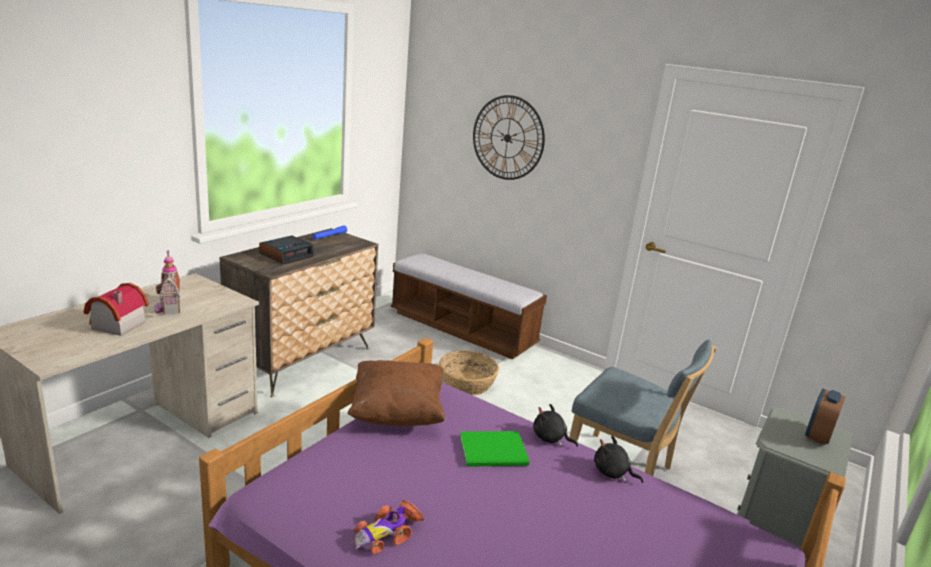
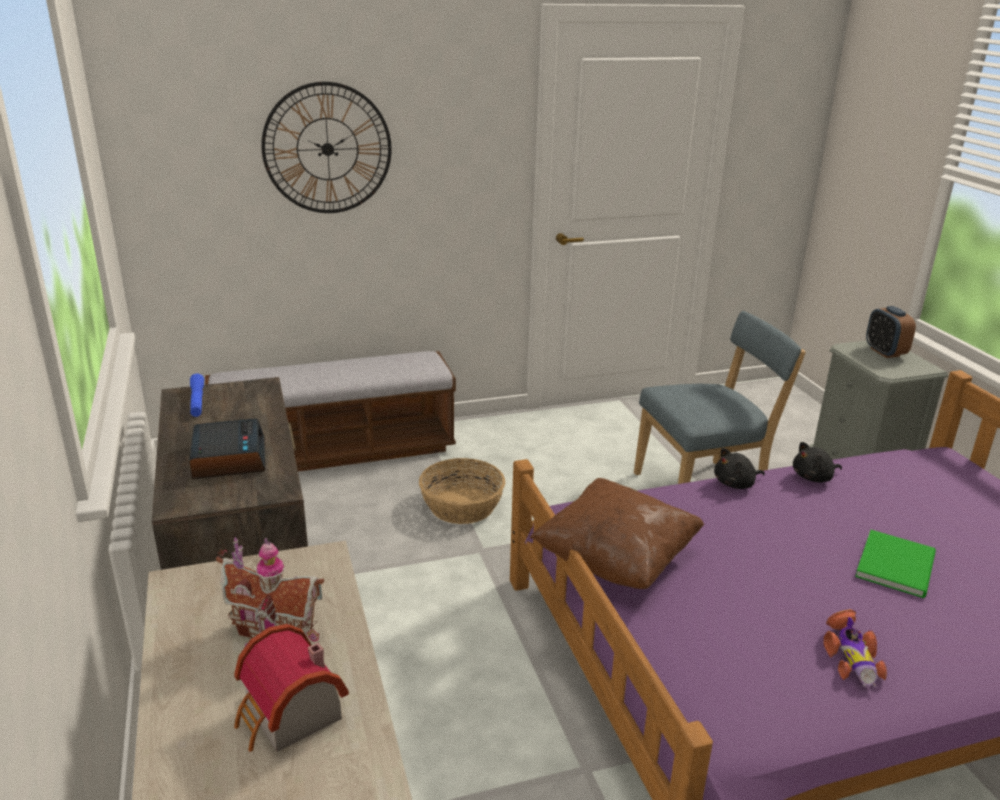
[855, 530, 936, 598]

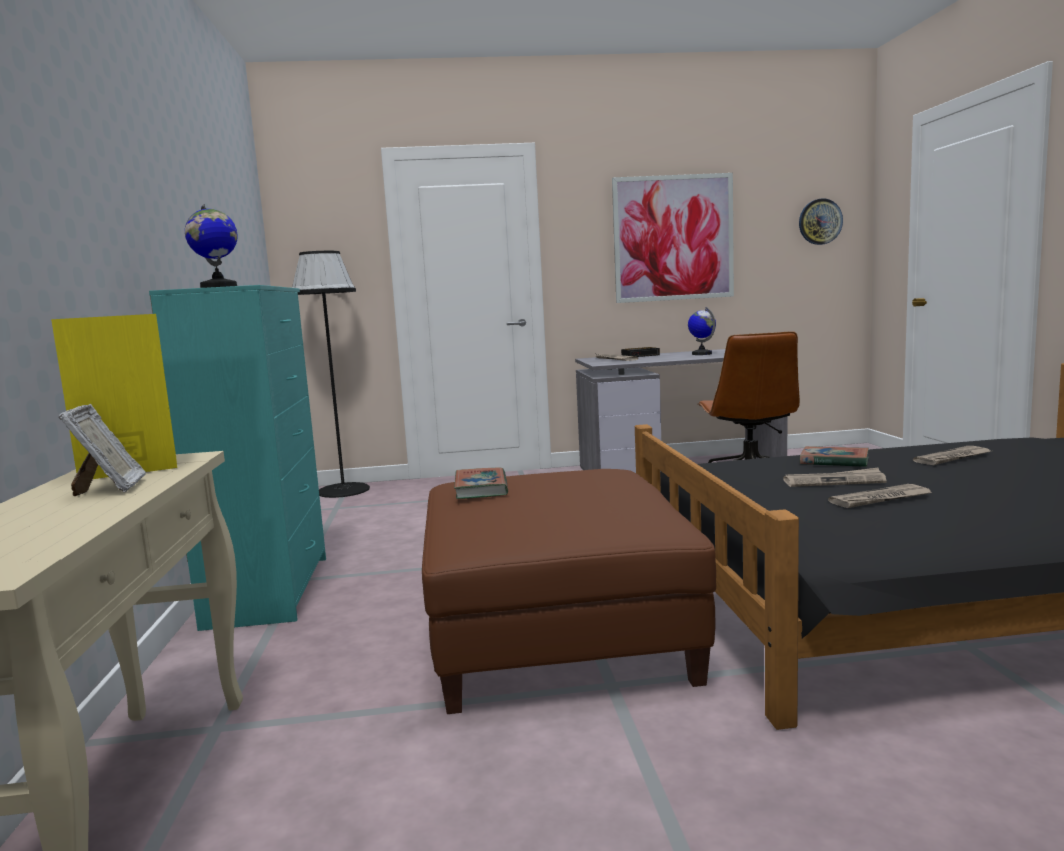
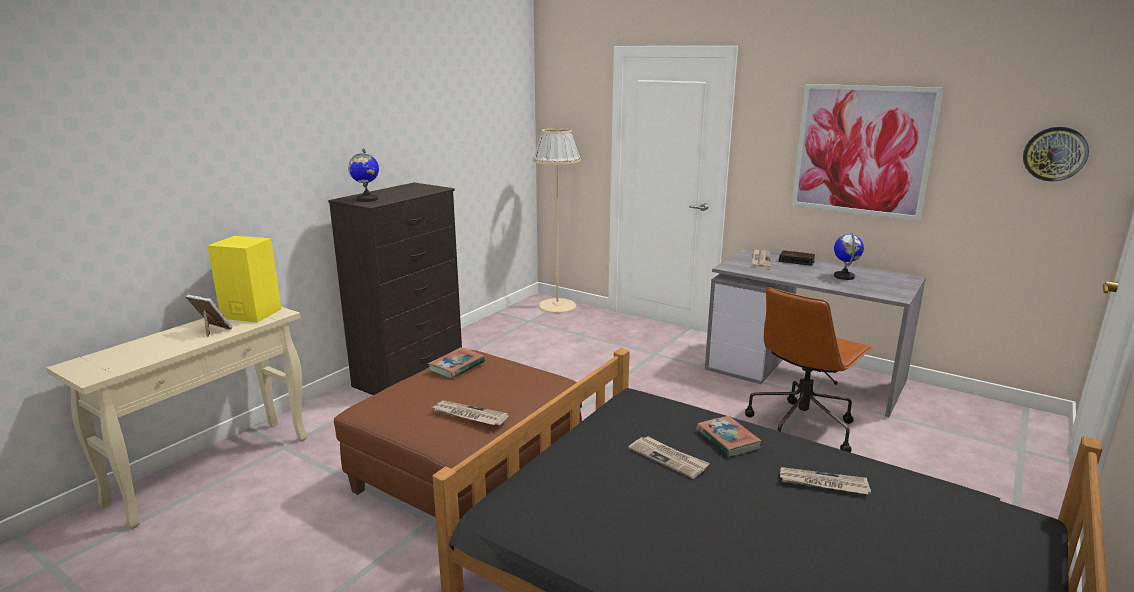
[432, 401, 509, 425]
[328, 182, 462, 395]
[533, 128, 581, 313]
[185, 294, 233, 336]

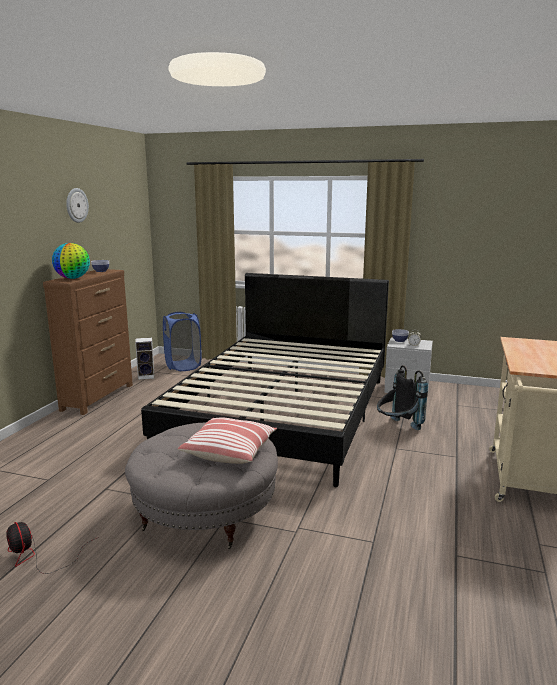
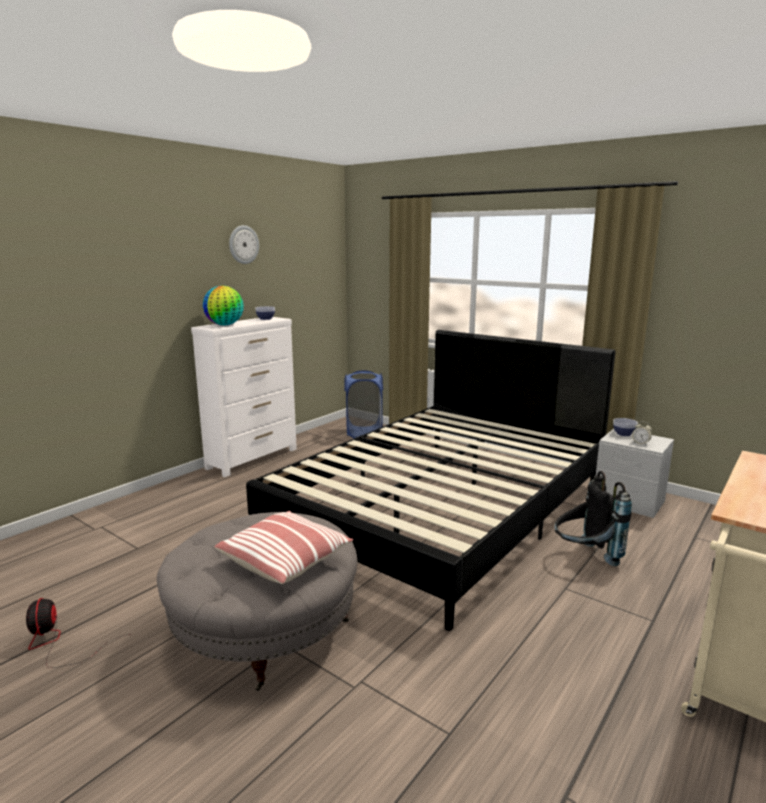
[135, 338, 154, 380] (first image)
[191, 317, 297, 477]

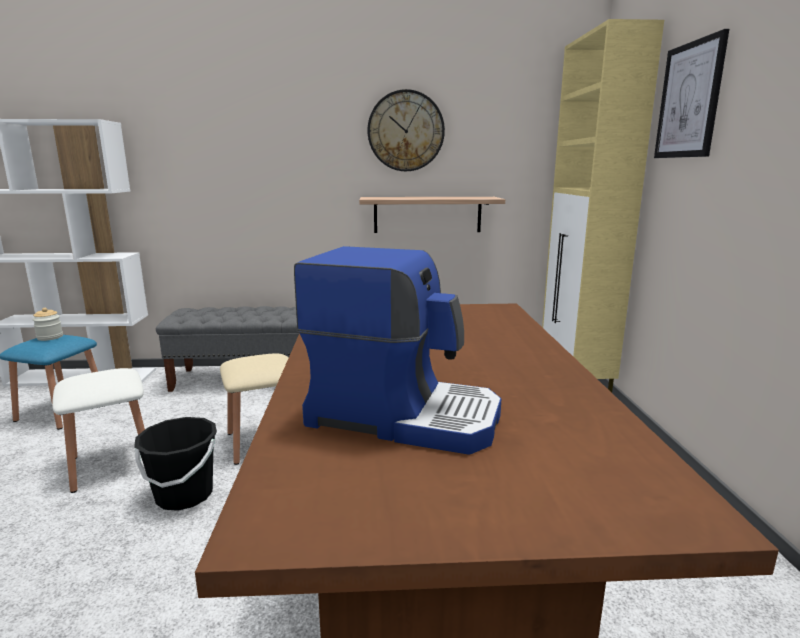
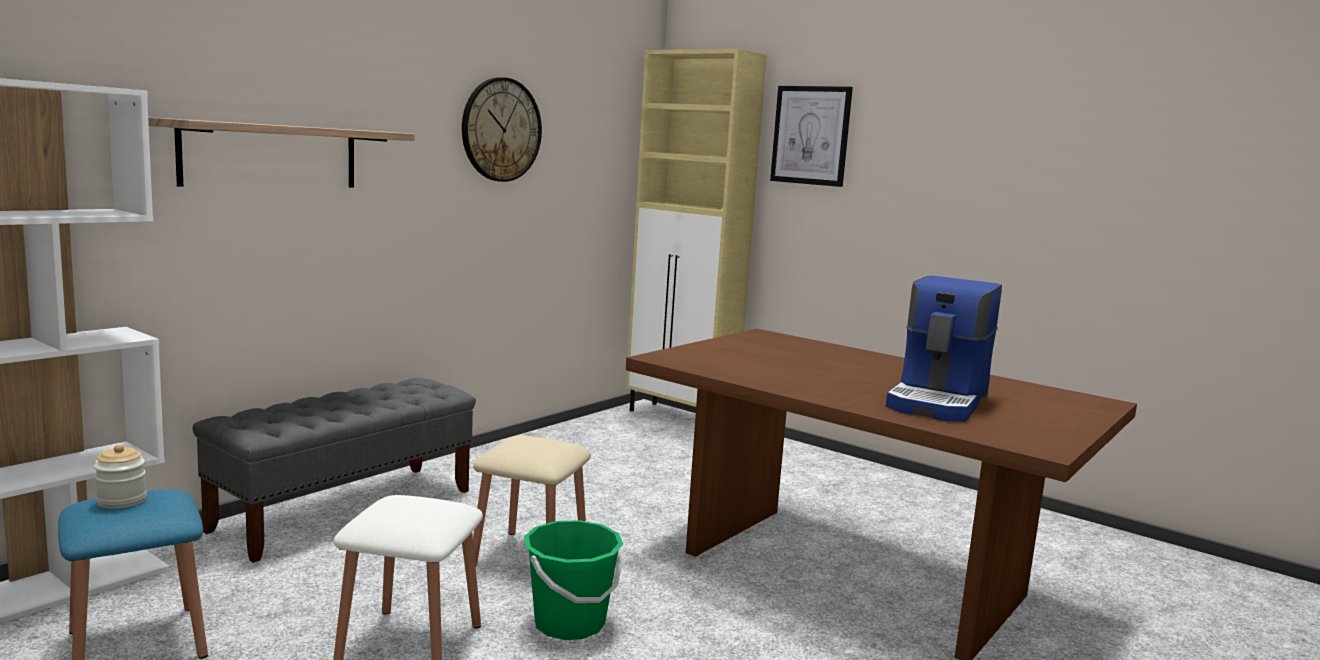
[148, 117, 415, 187]
[524, 520, 623, 640]
[886, 275, 1002, 422]

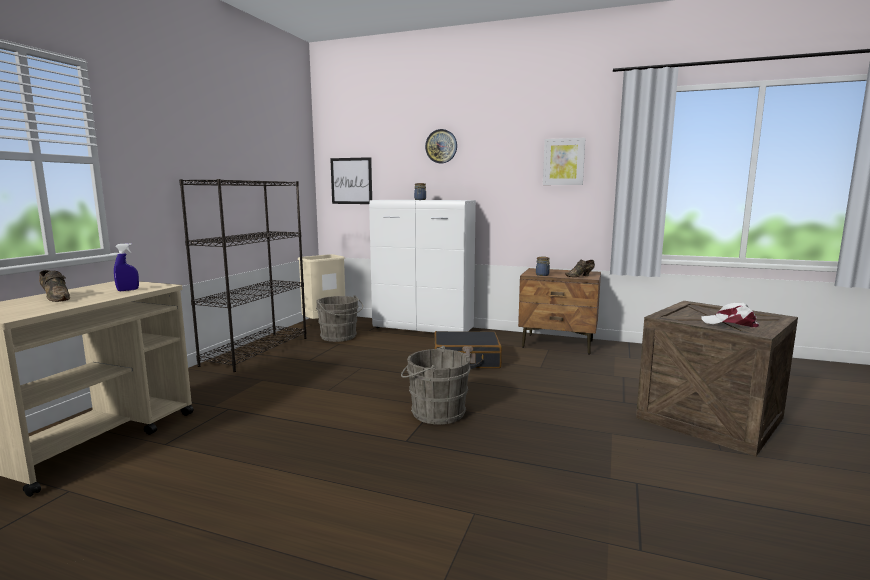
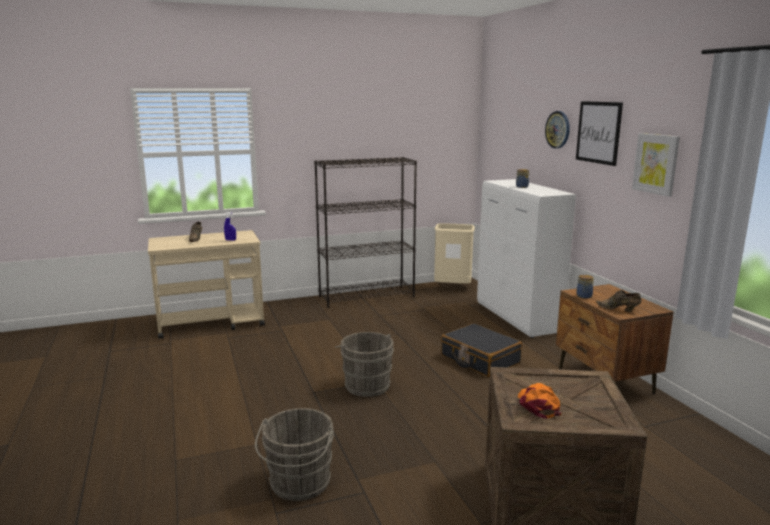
[255, 408, 334, 501]
[576, 101, 623, 166]
[518, 383, 562, 419]

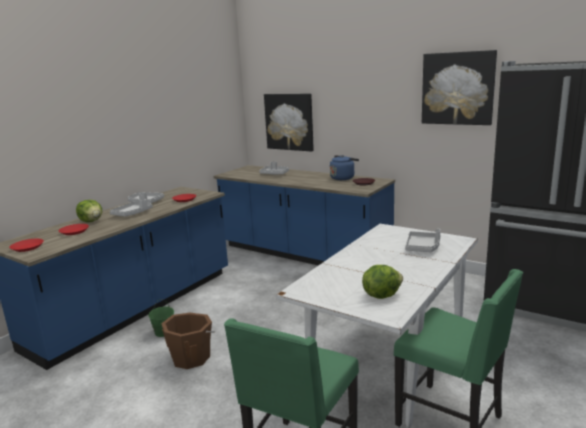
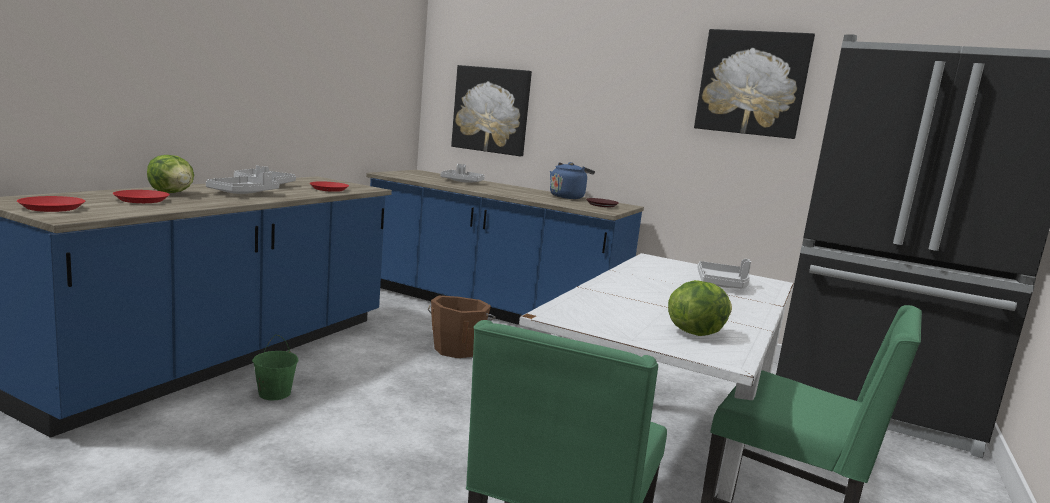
[428, 296, 495, 358]

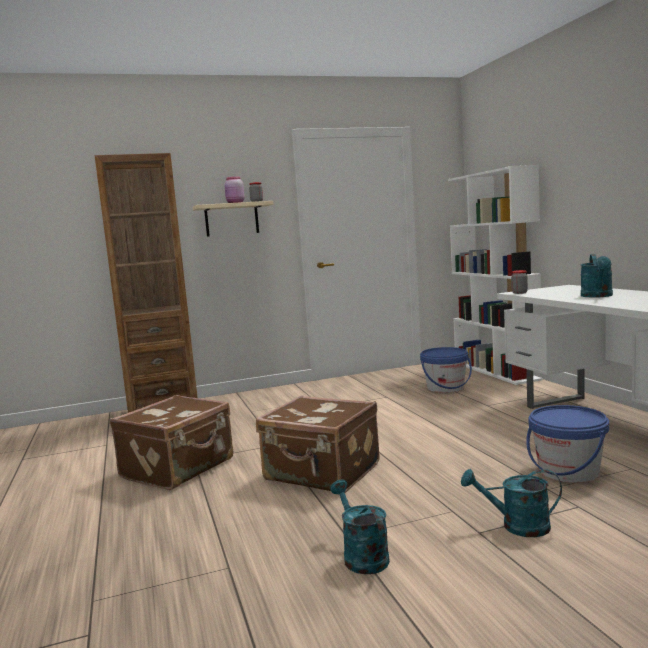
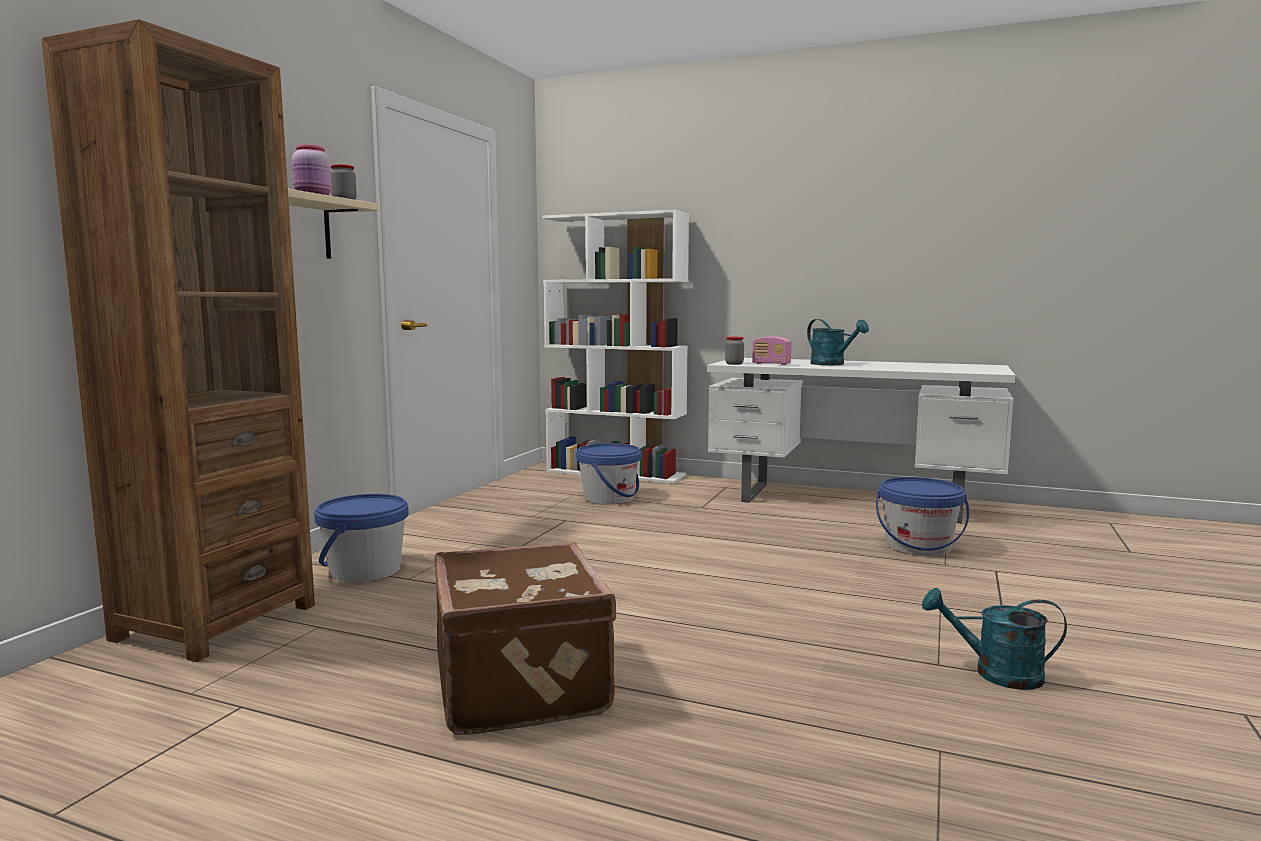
[256, 395, 380, 493] (first image)
[461, 469, 562, 537] (first image)
[314, 494, 409, 583]
[752, 337, 791, 365]

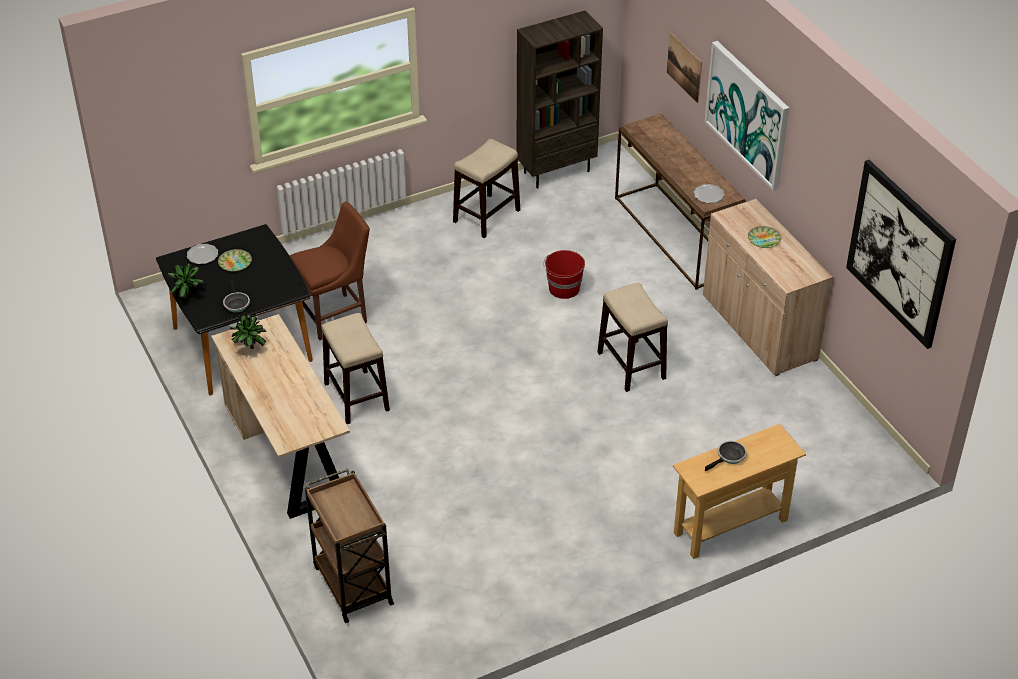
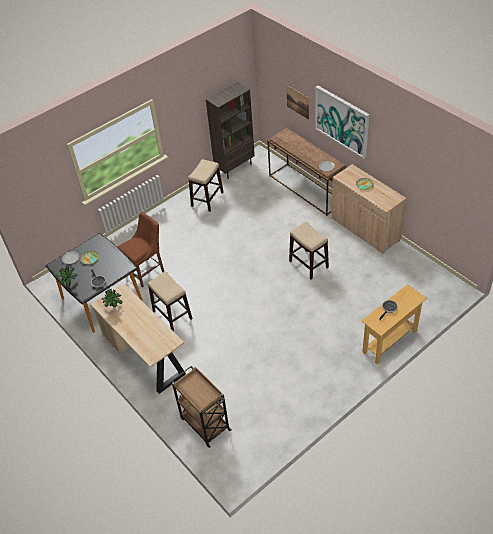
[543, 250, 585, 299] (first image)
[846, 160, 956, 349] (first image)

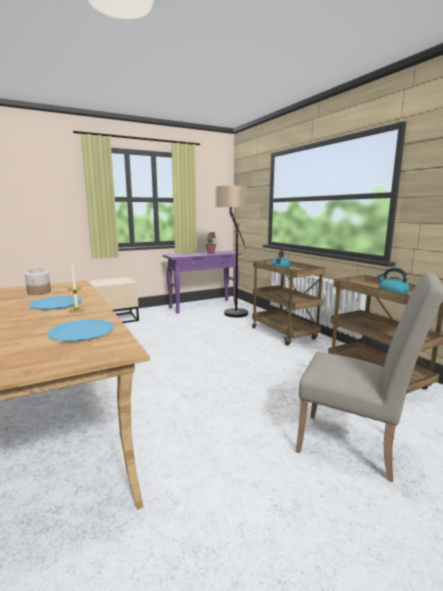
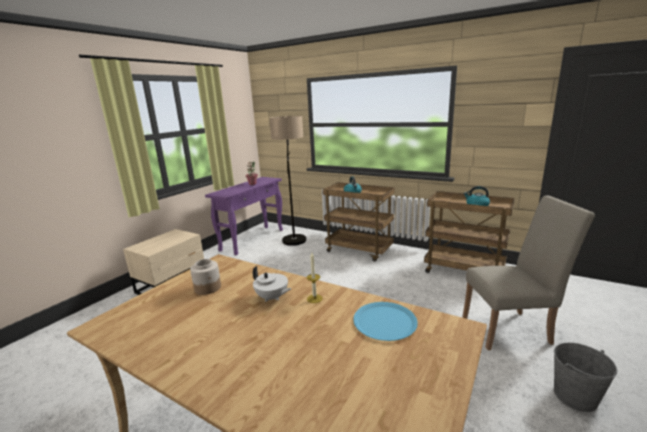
[554, 343, 617, 412]
[253, 266, 291, 302]

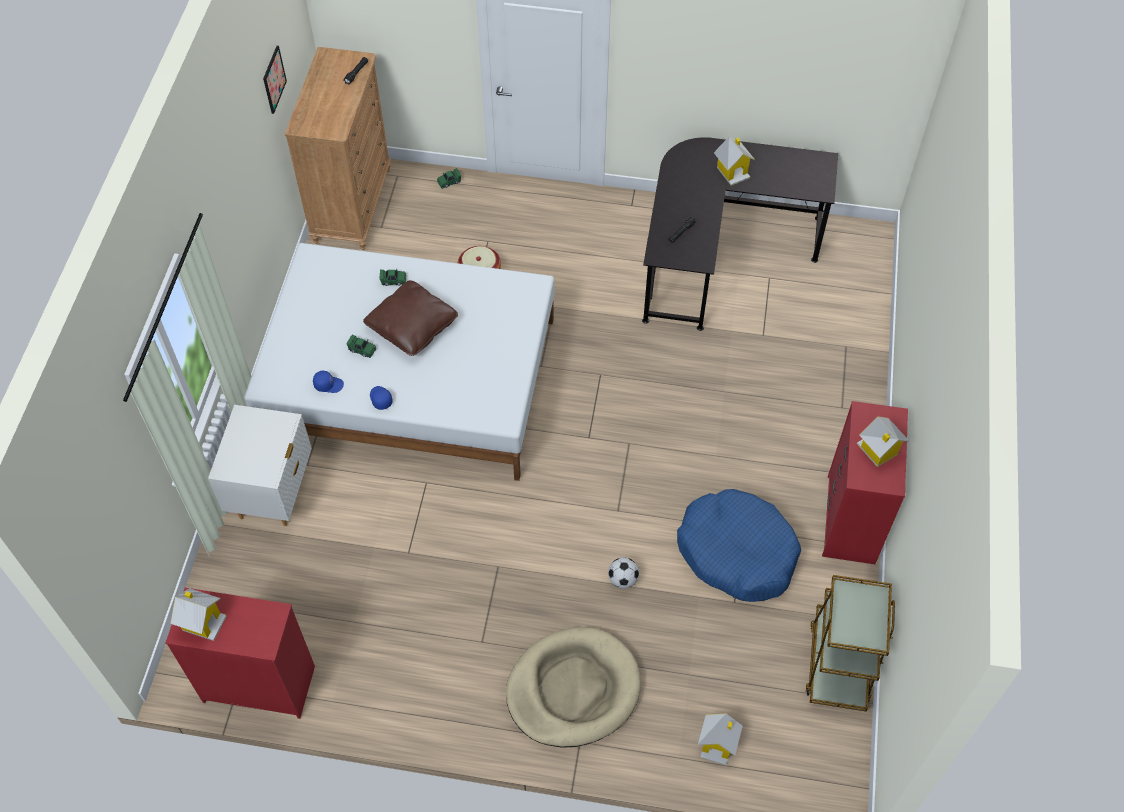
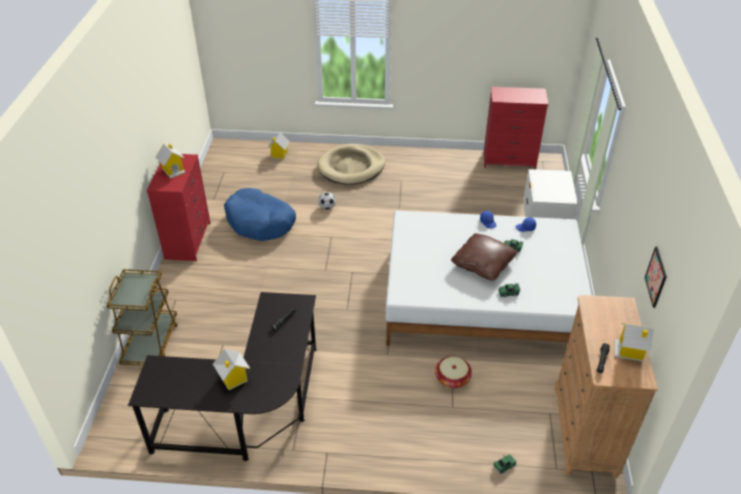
[614, 323, 654, 362]
[106, 269, 178, 366]

